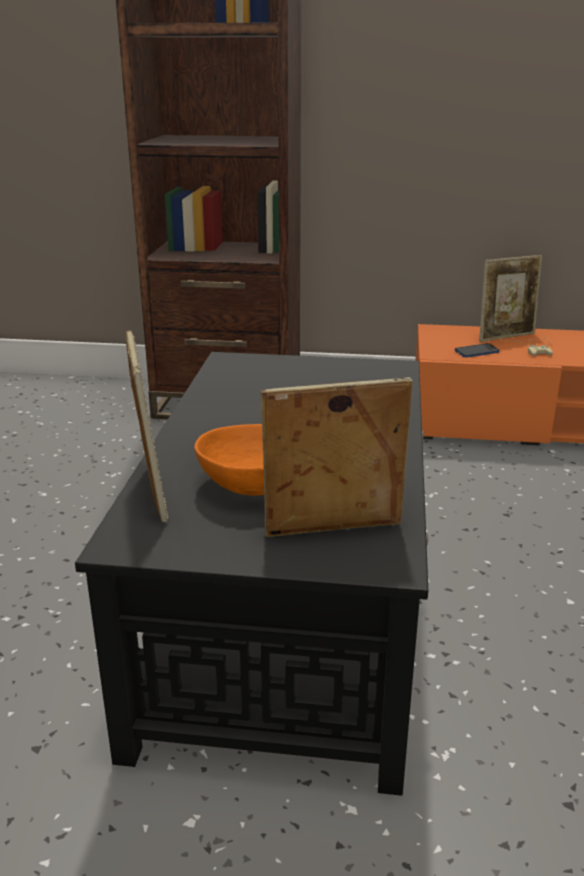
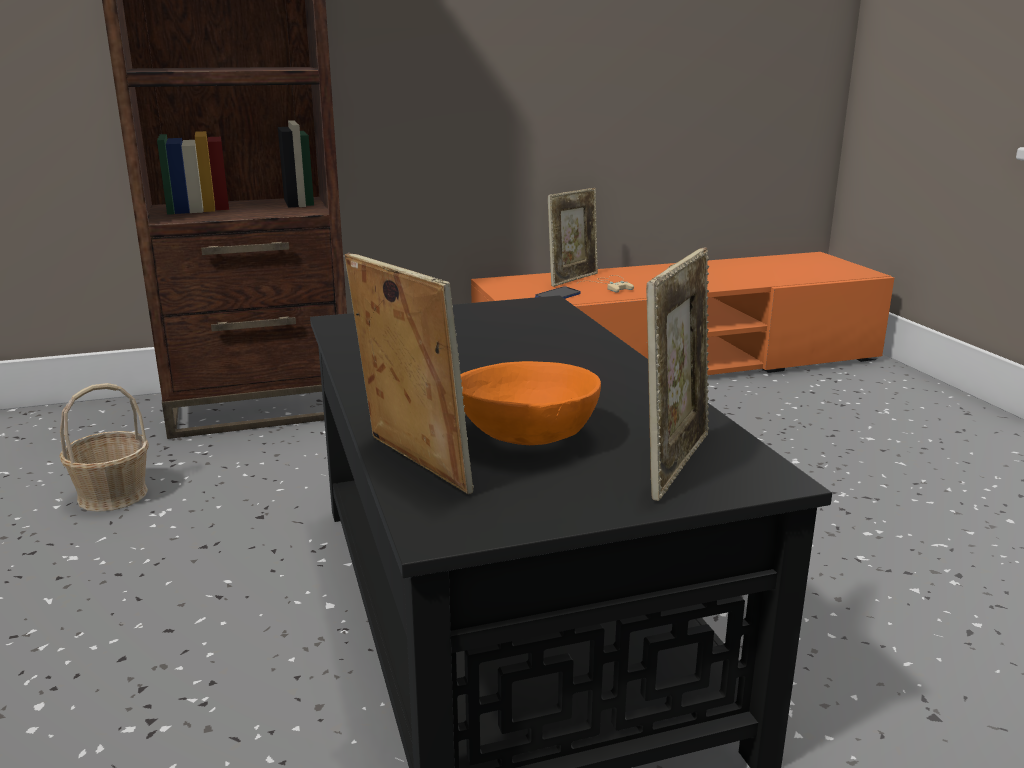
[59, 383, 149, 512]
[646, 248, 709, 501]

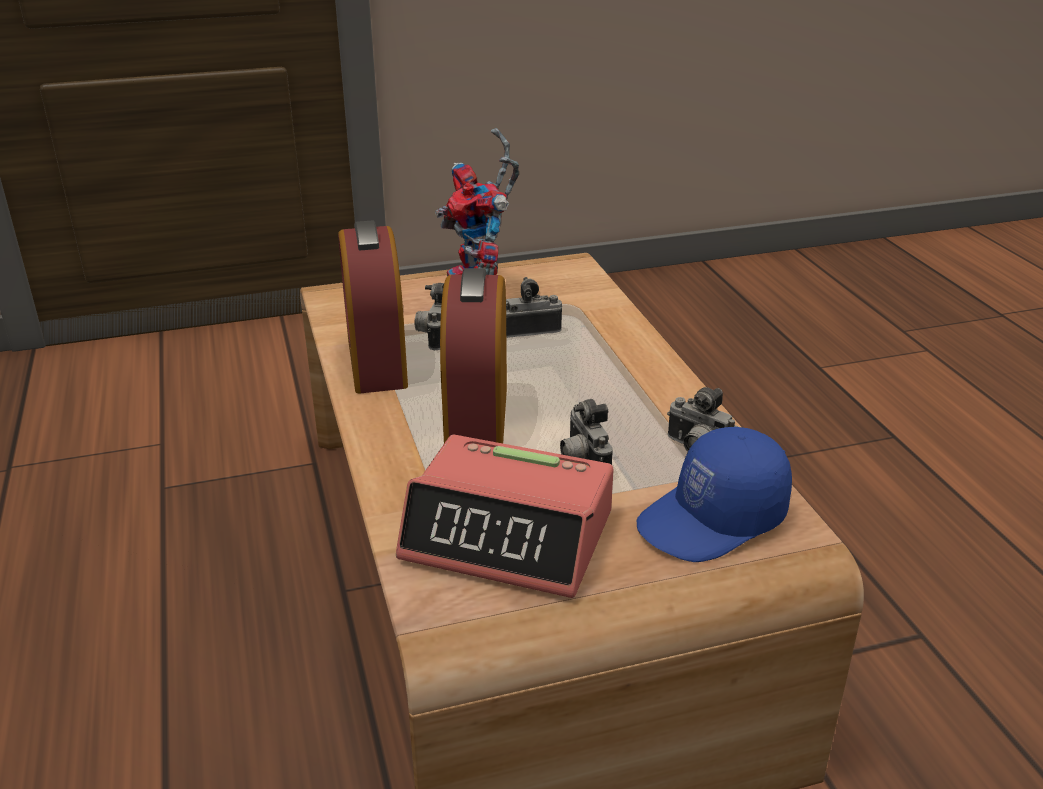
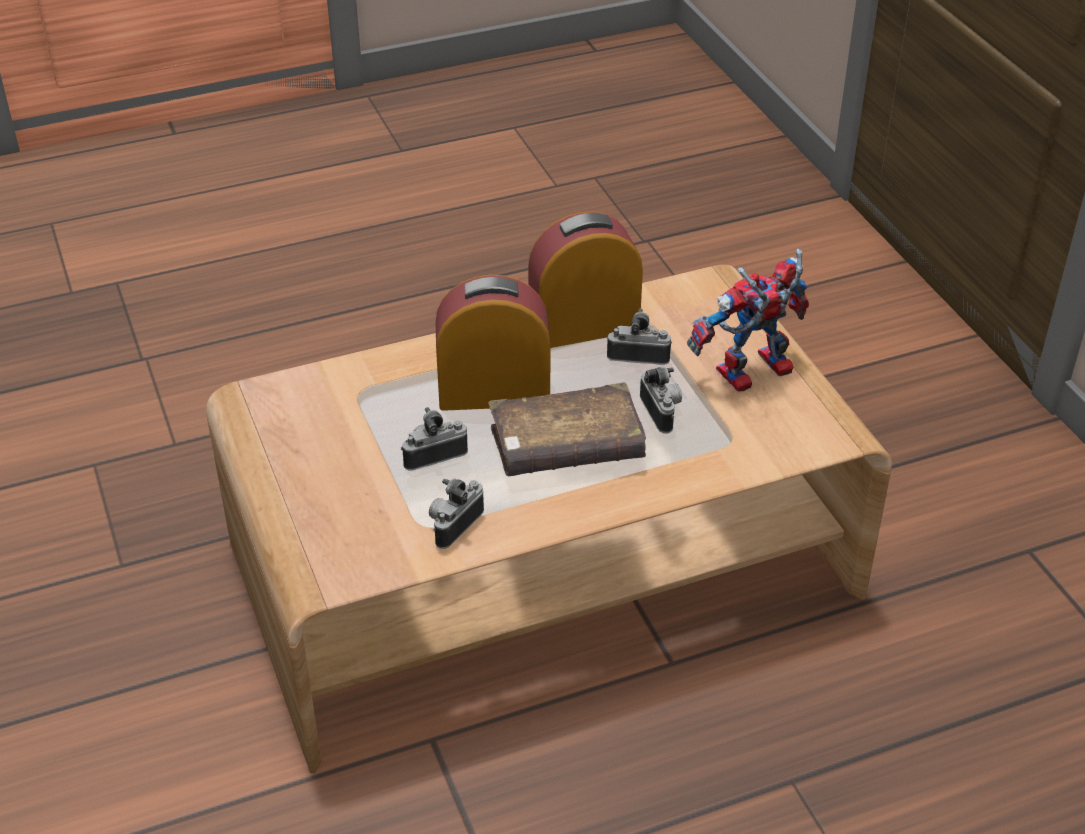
[396, 435, 614, 598] (first image)
[637, 427, 792, 562] (first image)
[488, 382, 646, 476]

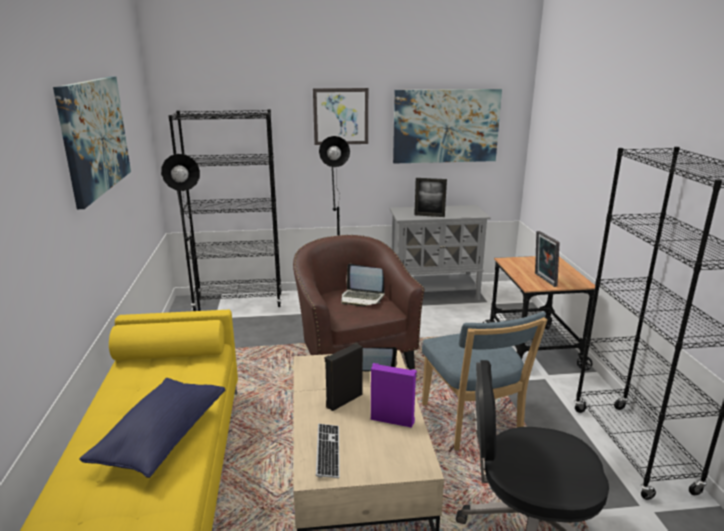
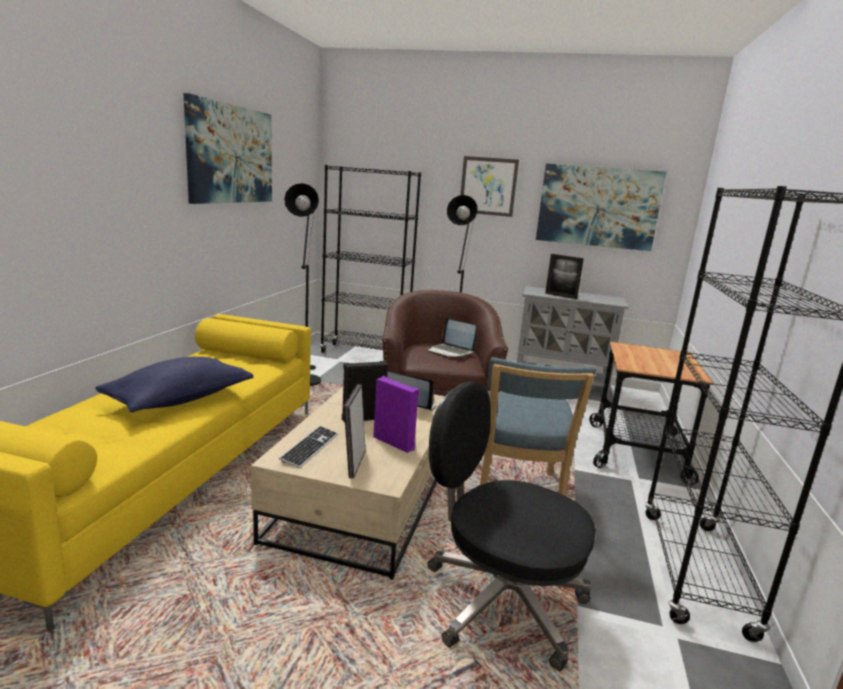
[344, 384, 365, 478]

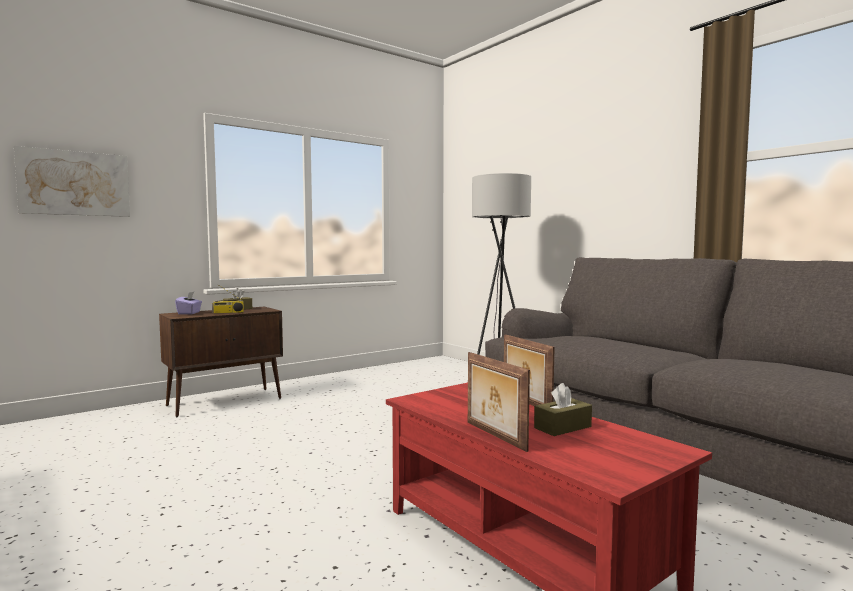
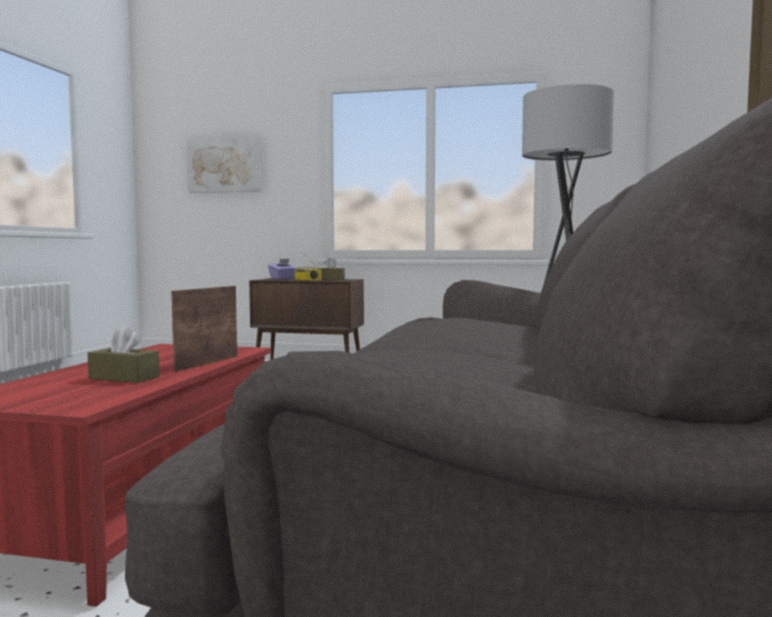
[468, 352, 530, 452] (first image)

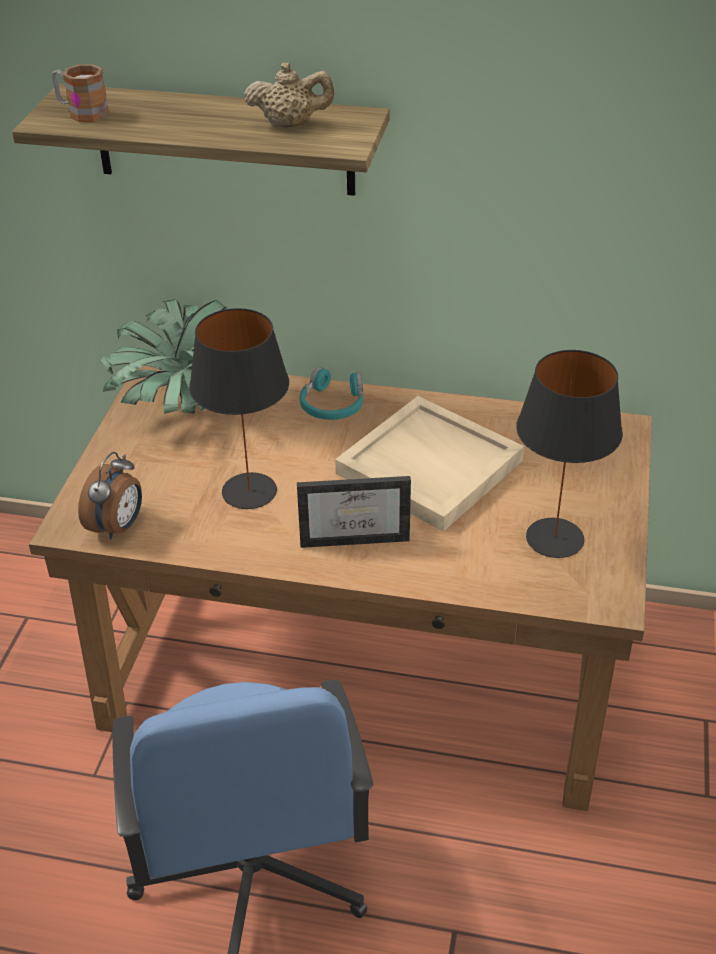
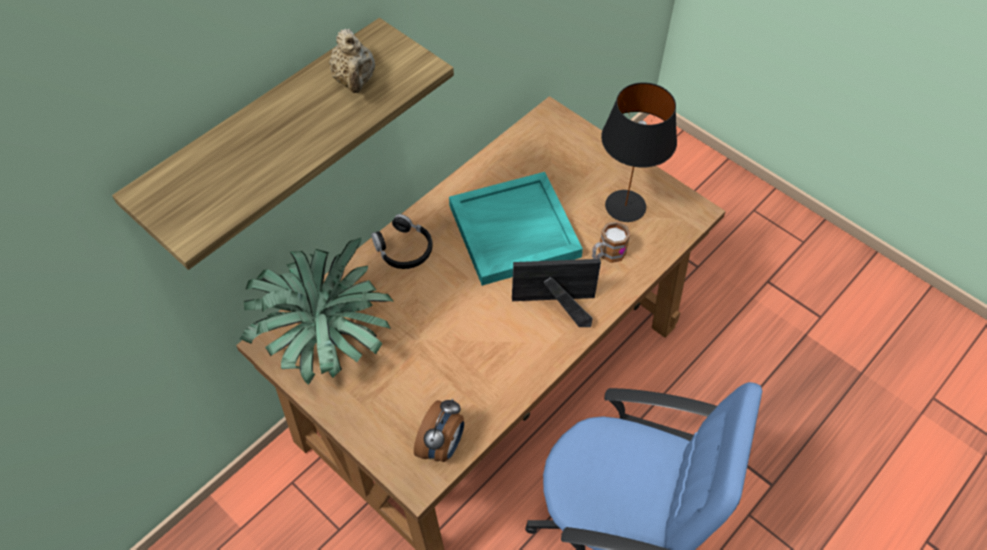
[189, 308, 289, 509] (first image)
[592, 221, 631, 263]
[371, 214, 432, 269]
[449, 172, 583, 286]
[414, 399, 464, 462]
[329, 29, 375, 93]
[512, 259, 601, 327]

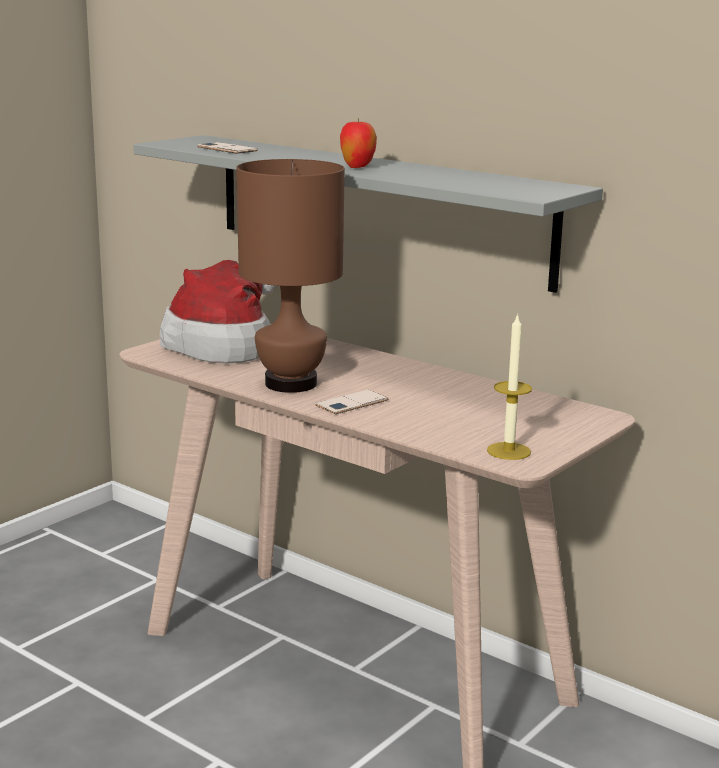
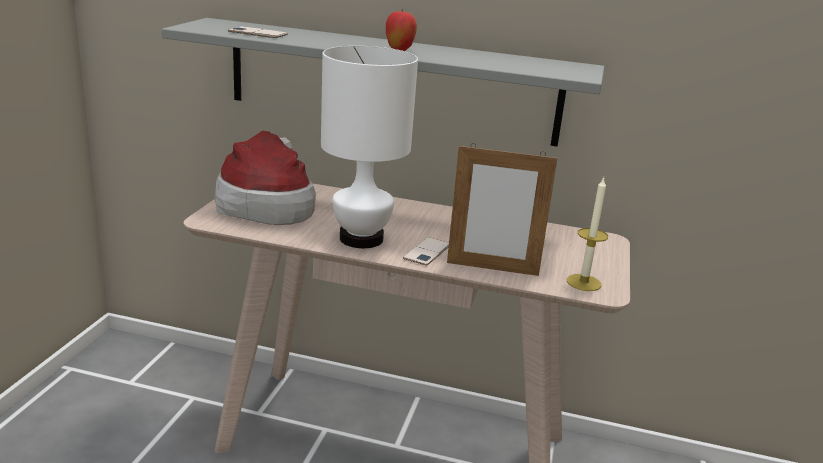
[447, 143, 557, 276]
[321, 46, 418, 248]

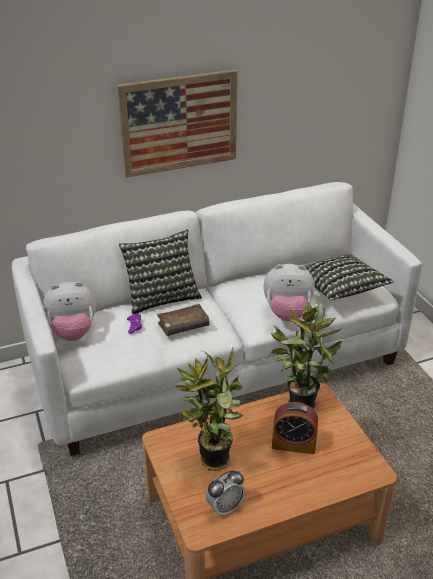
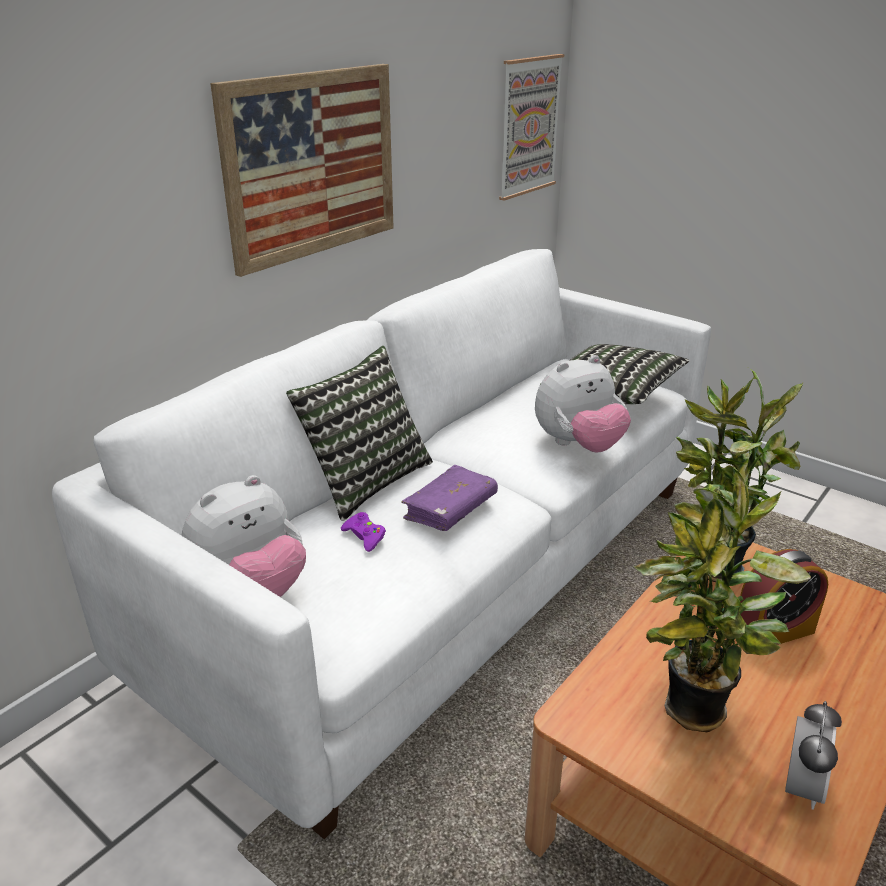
[499, 54, 564, 201]
[401, 465, 498, 531]

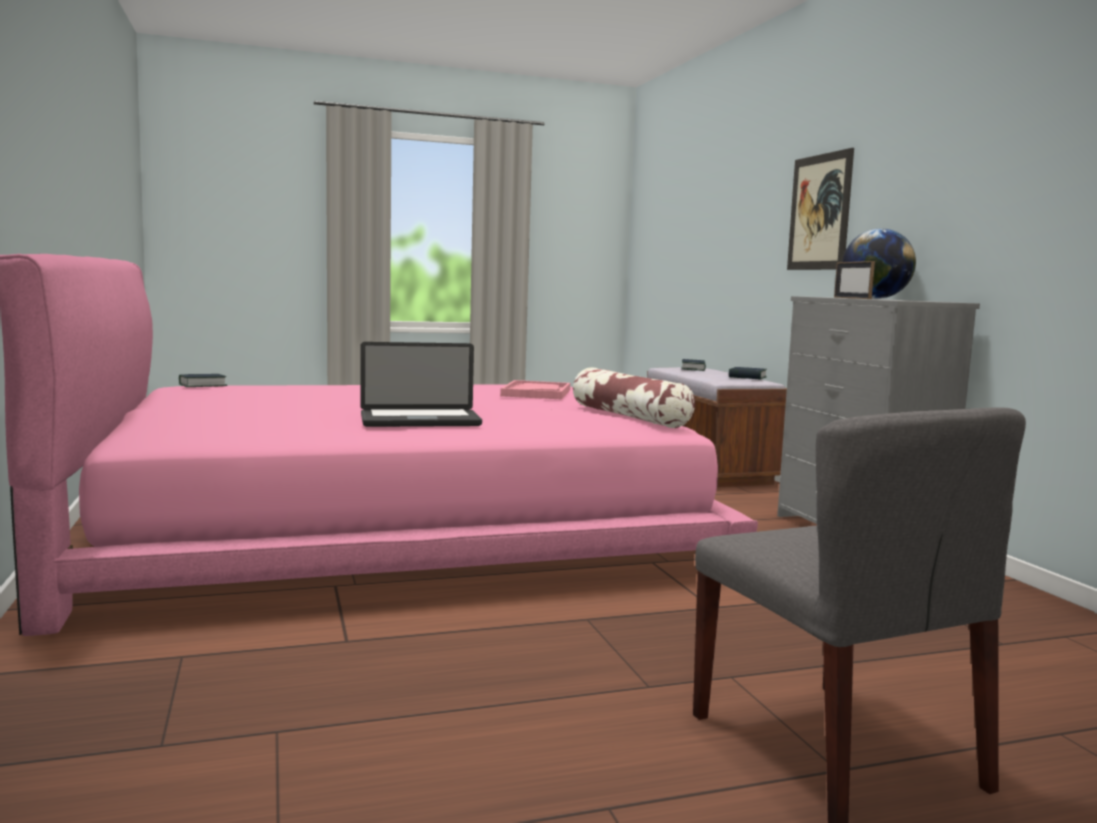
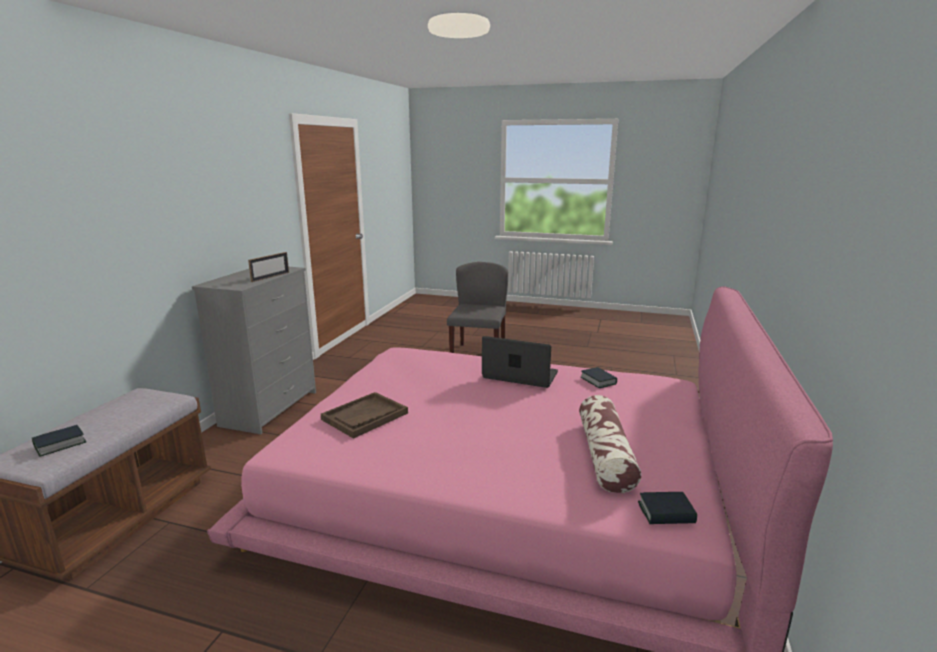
[787, 148, 854, 270] (first image)
[842, 228, 916, 299] (first image)
[579, 395, 641, 493]
[581, 367, 617, 388]
[321, 392, 408, 439]

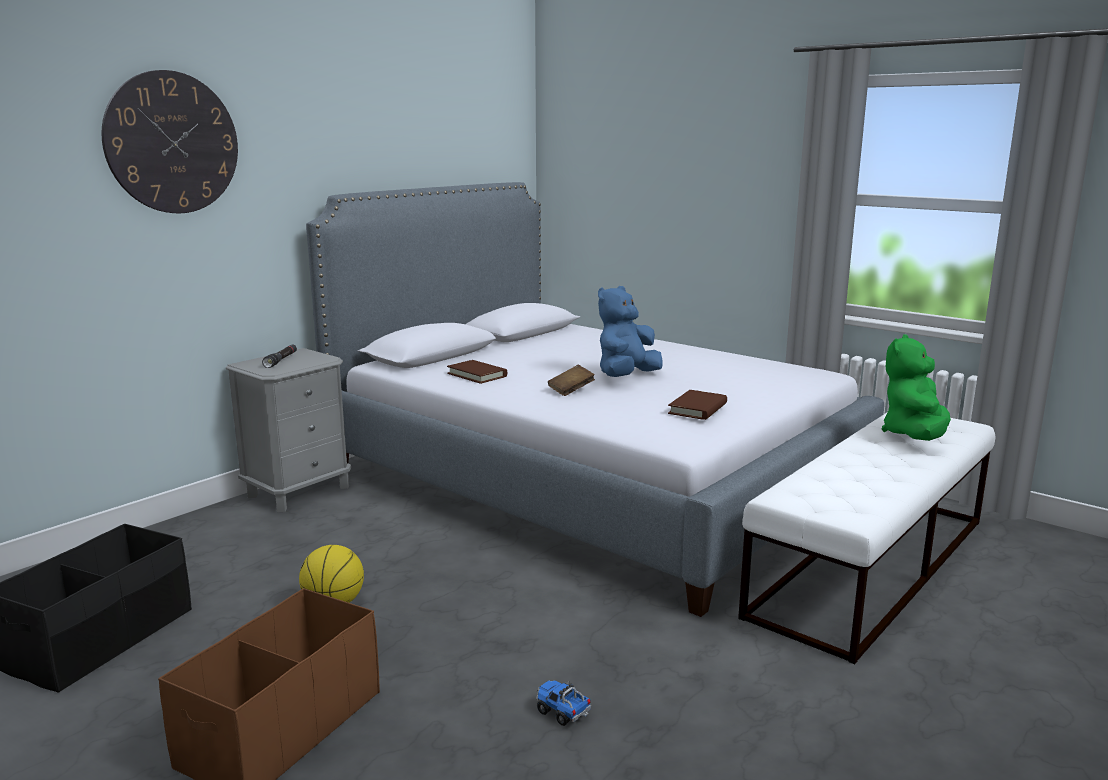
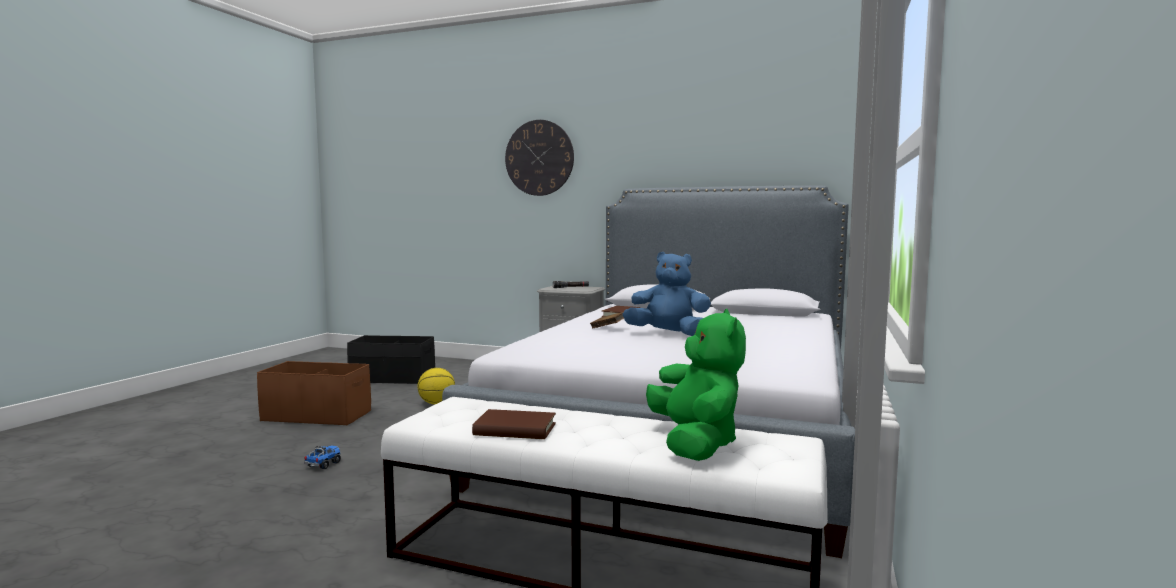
[472, 409, 556, 439]
[646, 309, 746, 461]

